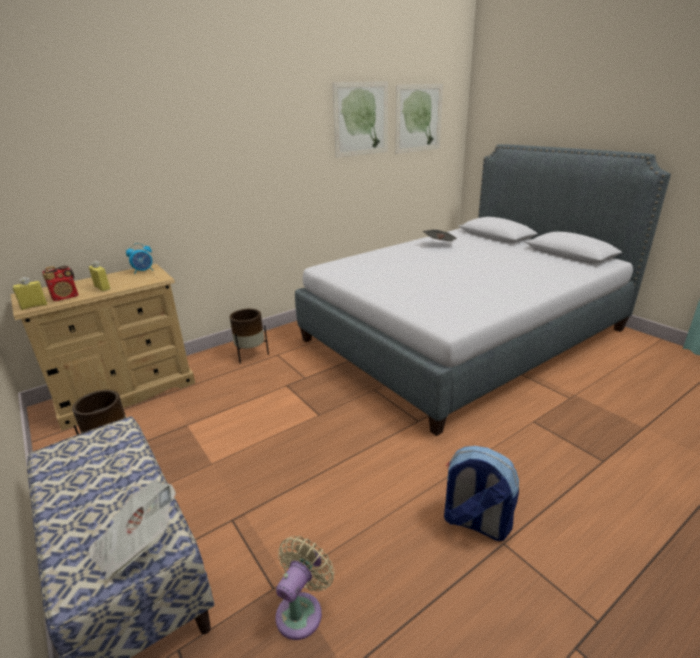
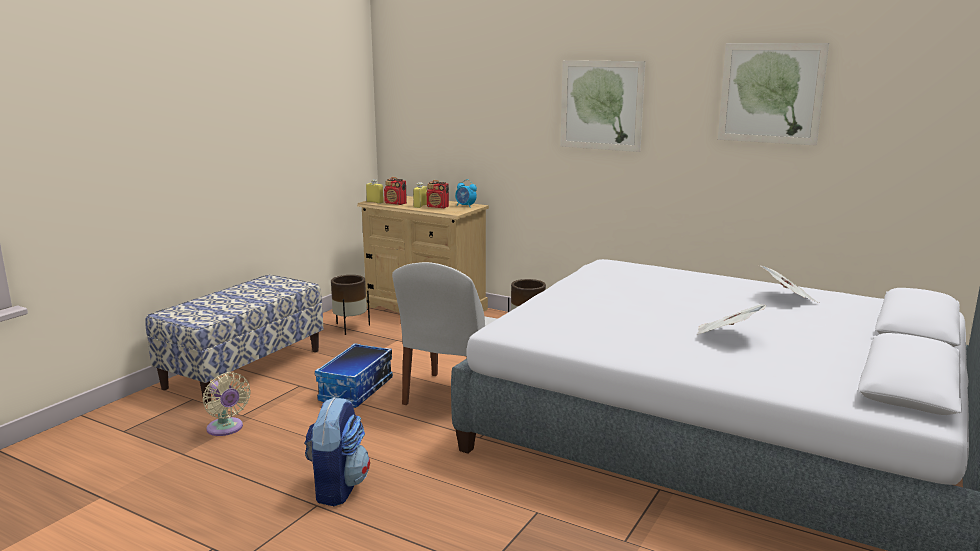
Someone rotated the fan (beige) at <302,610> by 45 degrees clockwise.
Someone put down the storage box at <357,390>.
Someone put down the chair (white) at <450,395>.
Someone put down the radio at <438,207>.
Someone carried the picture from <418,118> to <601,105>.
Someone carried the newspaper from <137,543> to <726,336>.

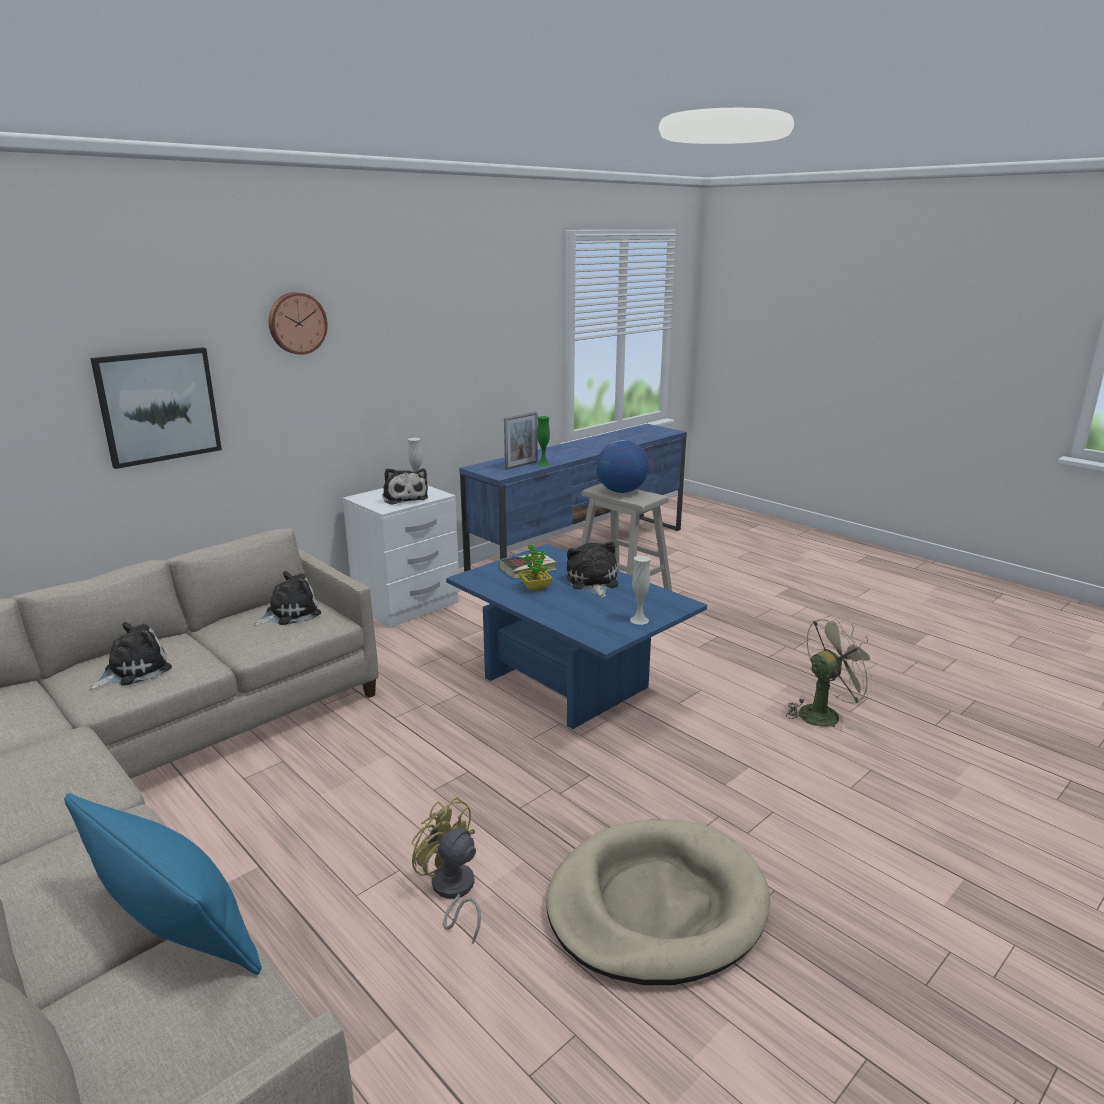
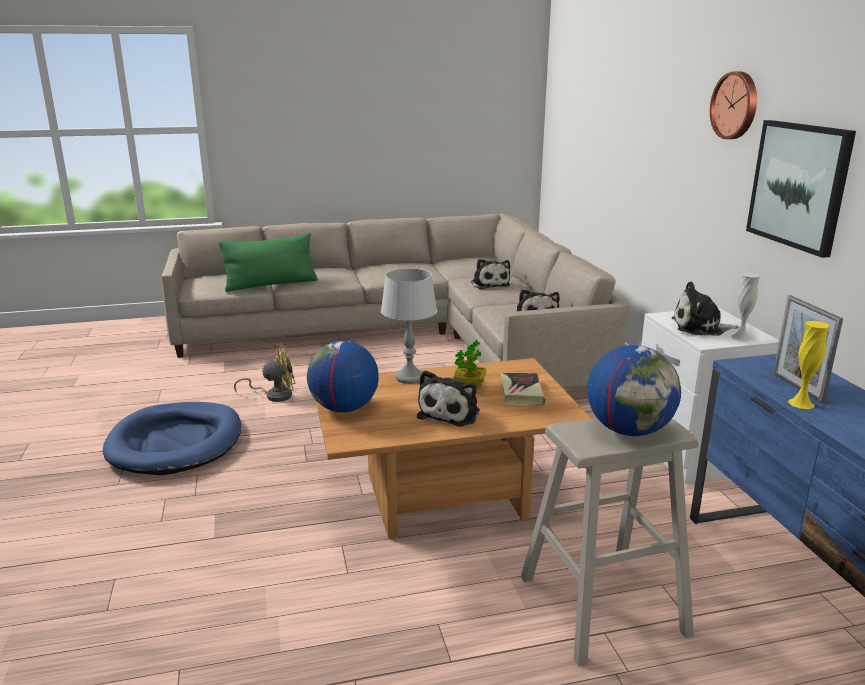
Someone repainted the dog bed (beige) at <656,905>, which became the dog bed (blue) at <176,443>.
Someone repainted the pillow (blue) at <174,924>, which became the pillow (green) at <271,284>.
Someone swapped the vase (white) at <639,620> for the globe at <344,408>.
Someone repainted the coffee table (blue) at <571,681>, which became the coffee table (brown) at <444,498>.
Someone put down the table lamp (grey) at <410,377>.
Someone rotated the plush toy at <592,582> by 90 degrees clockwise.
Someone carried the picture from <158,406> to <799,185>.
Someone repainted the vase (green) at <543,464>, which became the vase (yellow) at <801,403>.
Someone took away the fan (beige) at <825,713>.

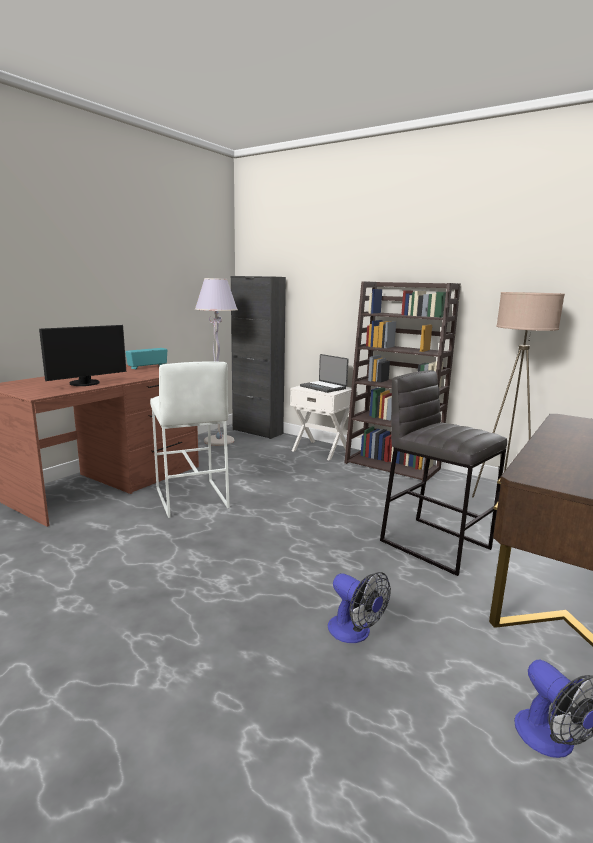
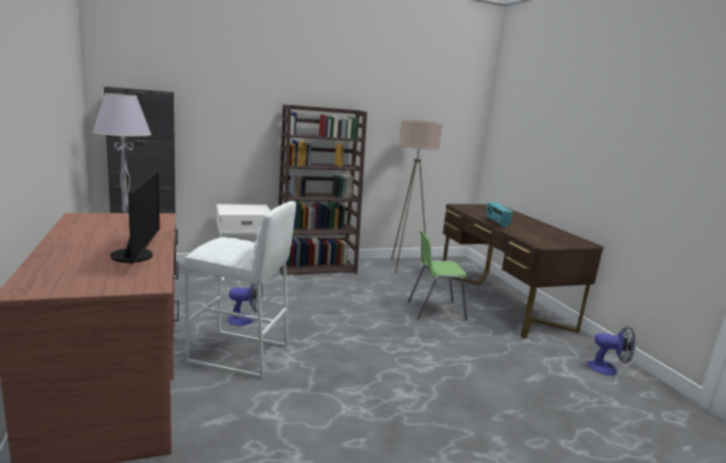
Someone carried the fan from <355,633> to <246,320>.
Someone swapped the stool (grey) at <434,544> for the chair (green) at <435,310>.
Someone carried the radio from <147,367> to <496,222>.
Someone took away the laptop at <324,387>.

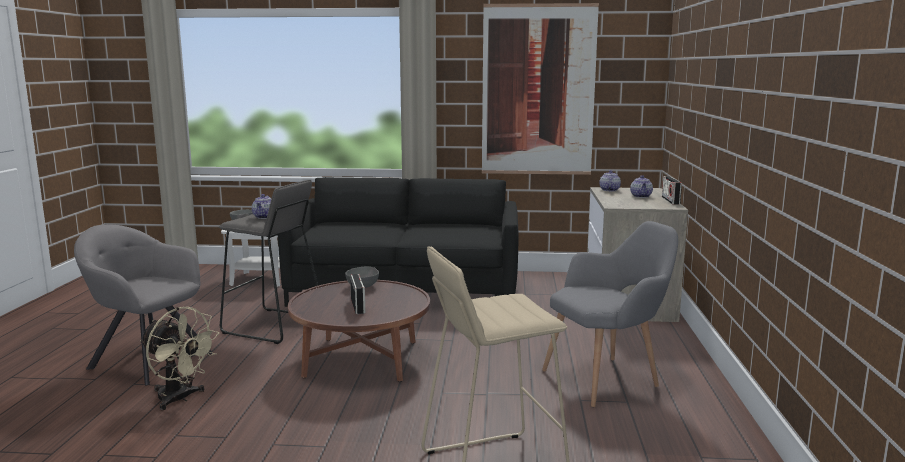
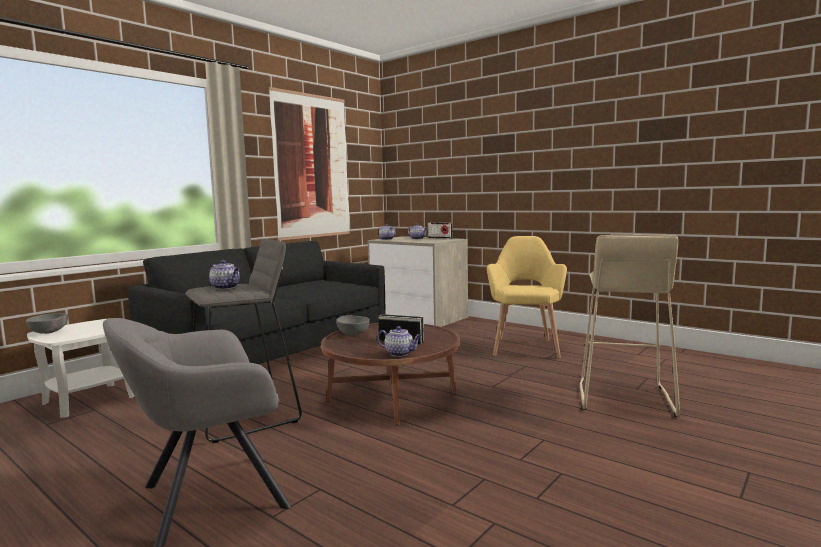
Someone put down the teapot at <400,353>.
Someone repainted the armchair (grey) at <608,379>, which became the armchair (yellow) at <525,347>.
Someone took away the fan (beige) at <180,399>.

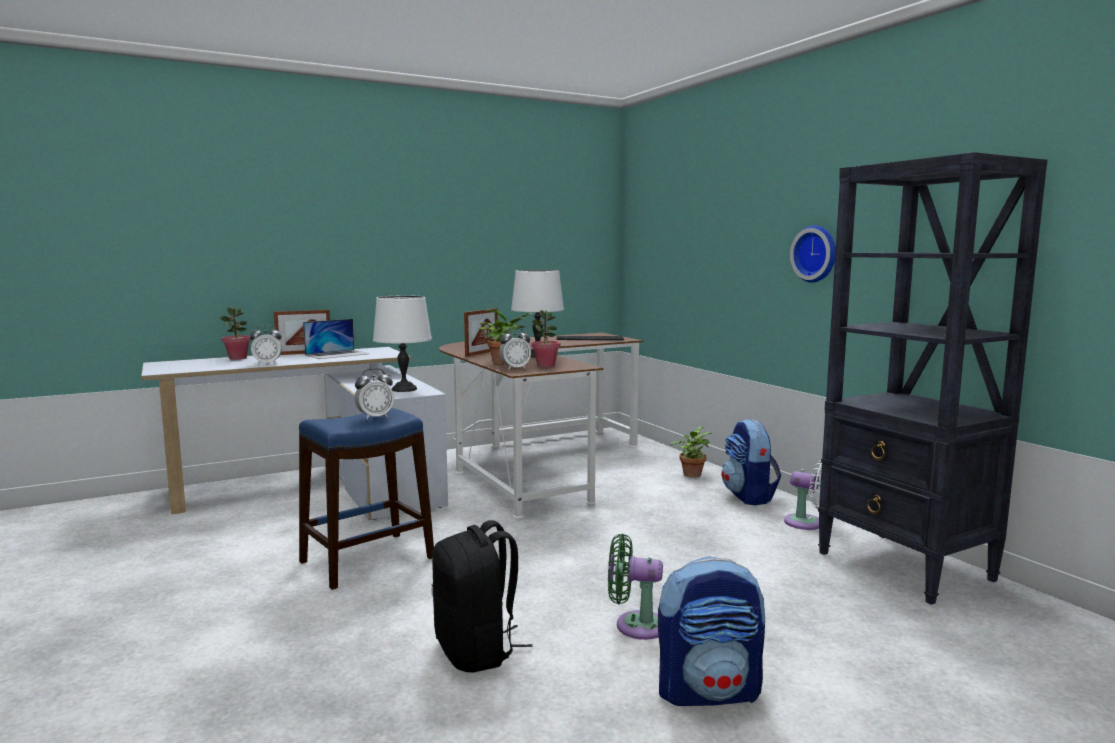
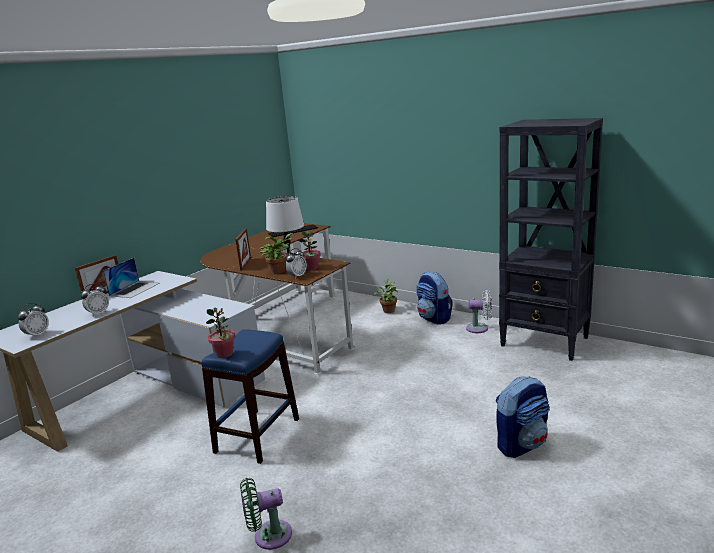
Someone carried the alarm clock from <375,417> to <37,335>.
Someone carried the potted plant from <238,358> to <224,354>.
Someone carried the fan (green) from <635,625> to <268,536>.
Someone took away the table lamp (white) at <404,389>.
Someone took away the backpack (black) at <477,651>.
Someone took away the wall clock at <816,254>.

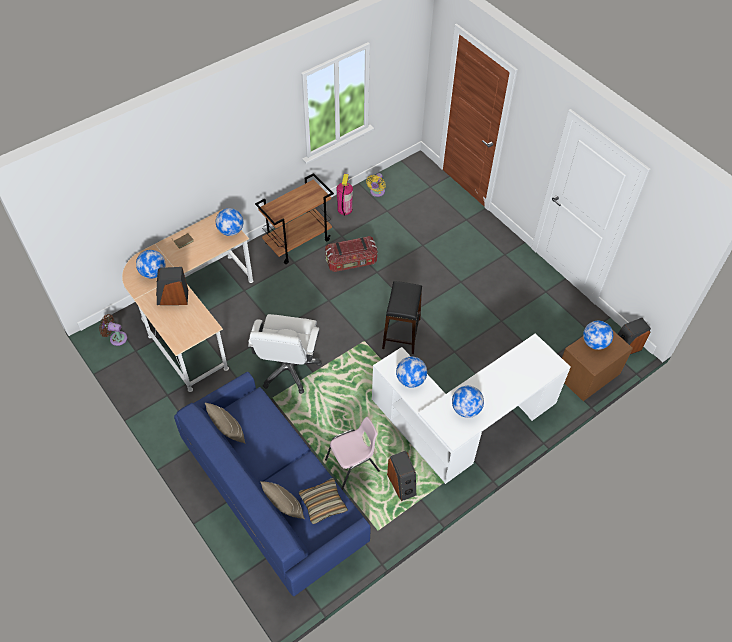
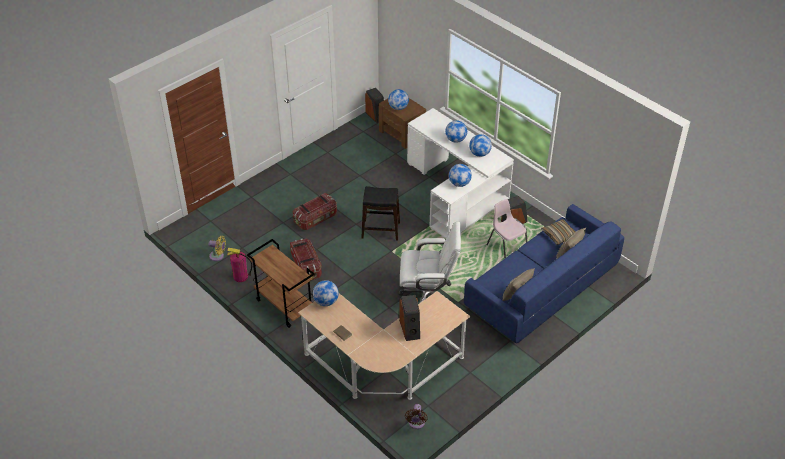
Someone put down the storage box at <316,219>.
Someone carried the globe from <153,273> to <455,140>.

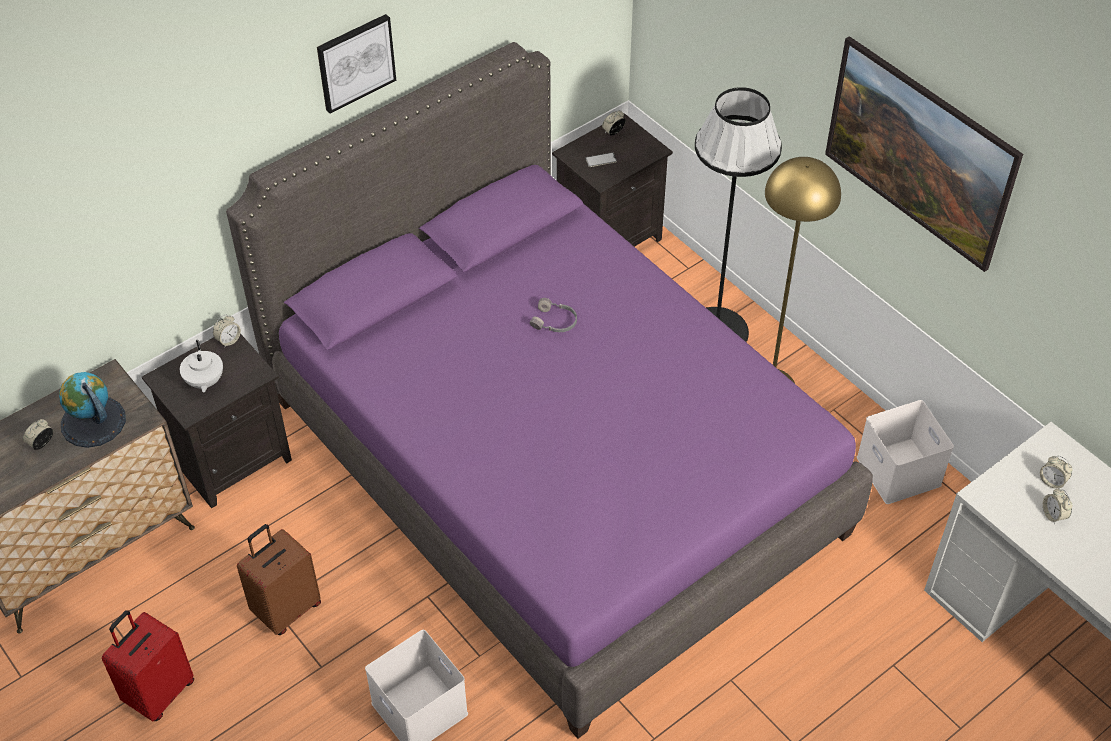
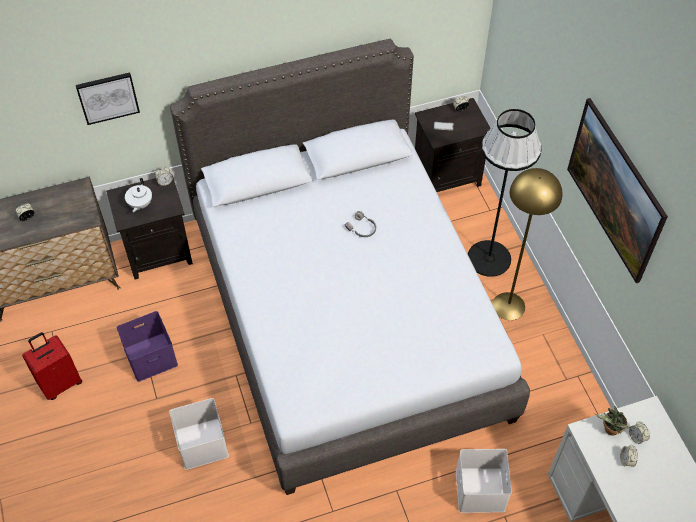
Someone carried the picture from <355,62> to <108,97>.
Someone swapped the suitcase (brown) at <286,609> for the storage box (purple) at <151,356>.
Someone repainted the bed (purple) at <553,466>, which became the bed (grey) at <346,316>.
Someone carried the storage box (white) from <900,471> to <481,491>.
Someone put down the potted plant at <609,430>.
Someone took away the globe at <93,422>.

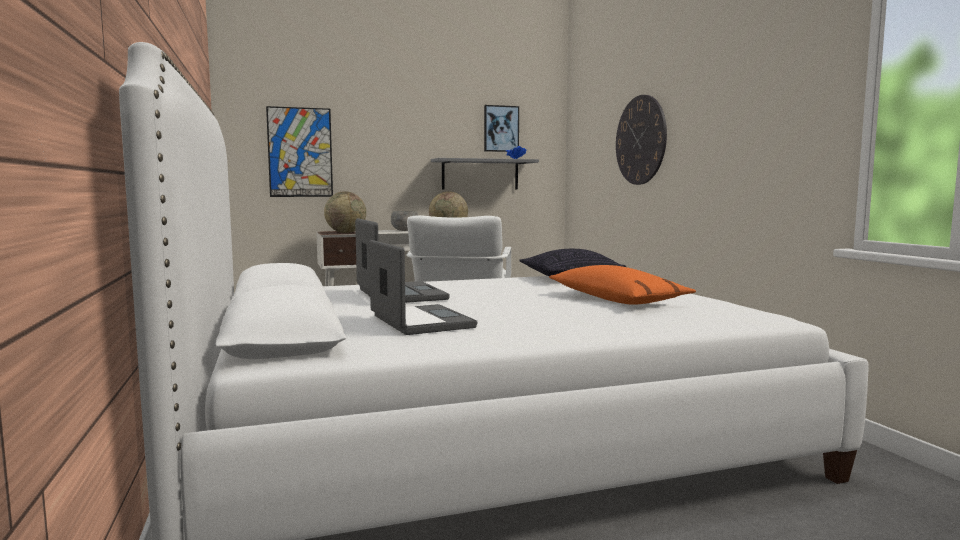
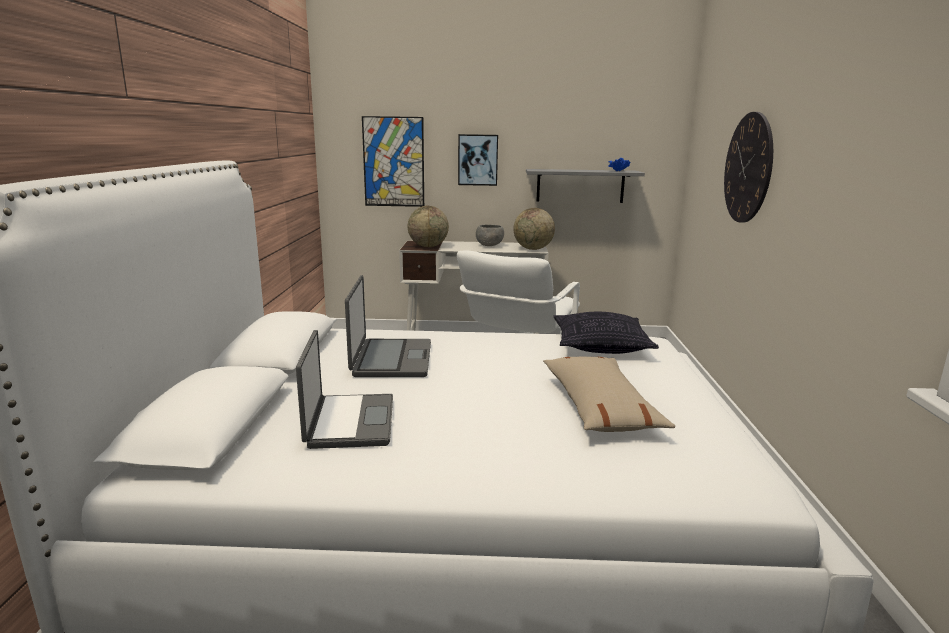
Someone carried the picture from <501,128> to <478,160>.
Someone repainted the pillow (orange) at <616,300>, which became the pillow (beige) at <599,407>.

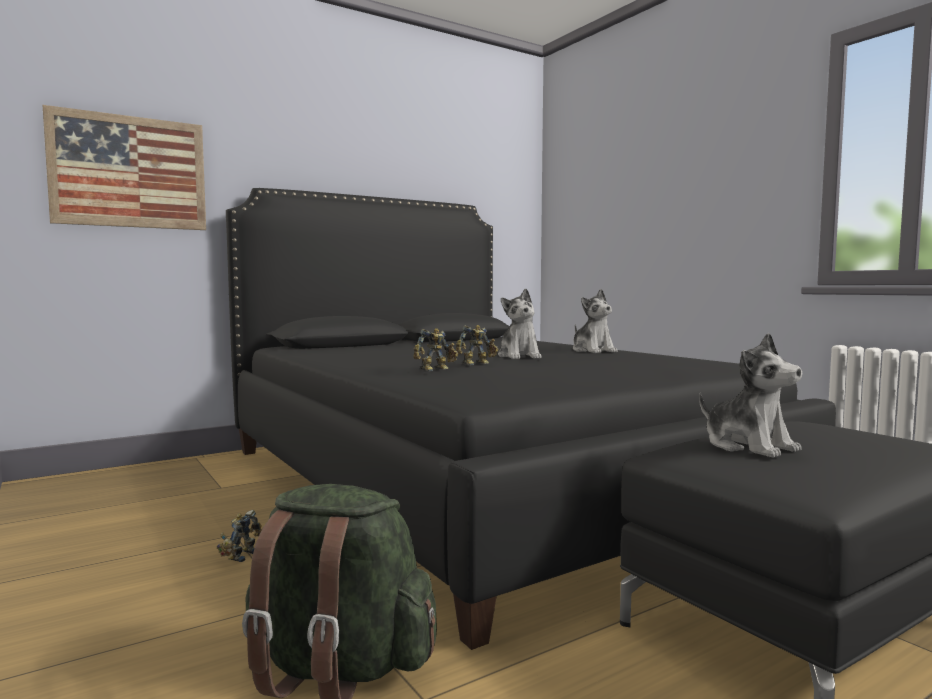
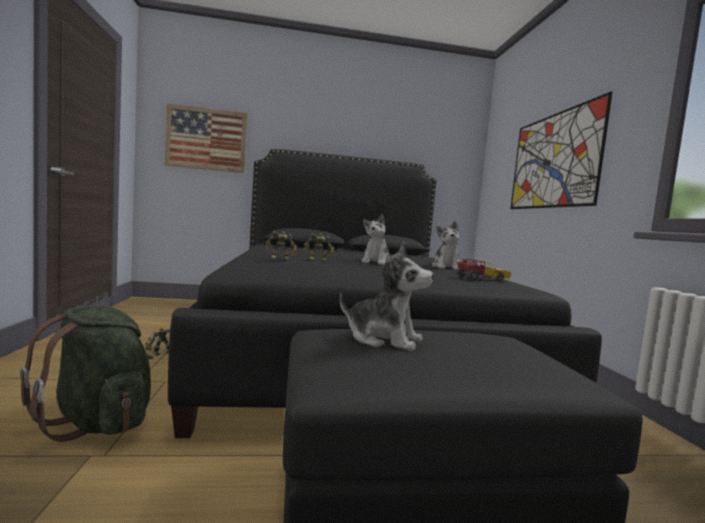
Someone rotated the plush toy at <749,446> by 60 degrees counterclockwise.
Someone put down the toy car at <481,279>.
Someone put up the picture at <553,161>.

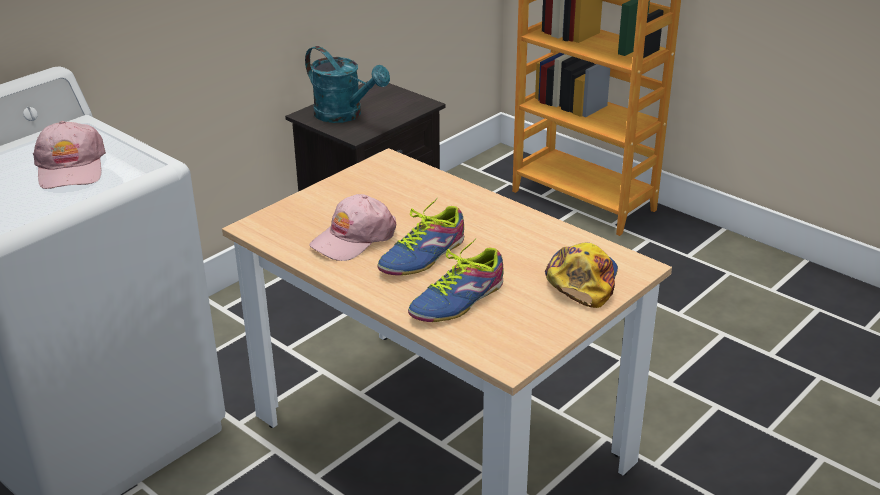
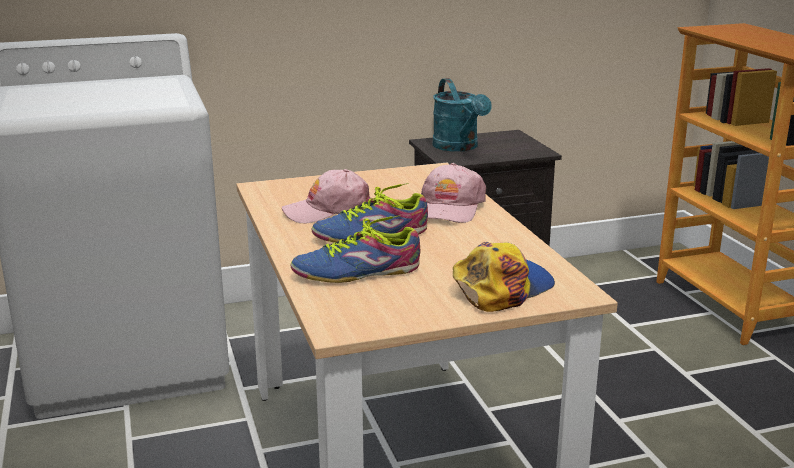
Someone carried the cap (pink) from <71,168> to <449,208>.

